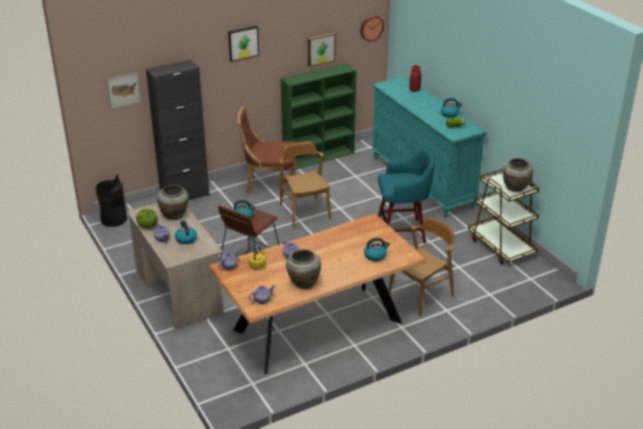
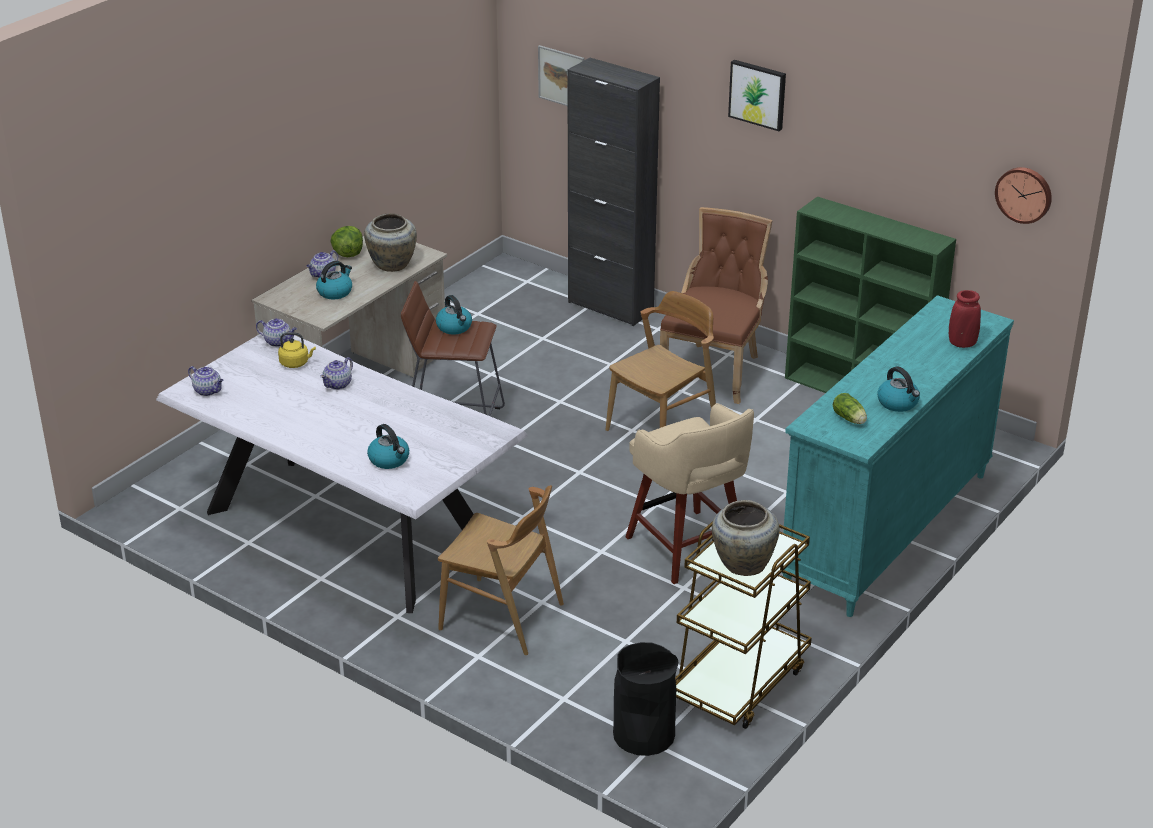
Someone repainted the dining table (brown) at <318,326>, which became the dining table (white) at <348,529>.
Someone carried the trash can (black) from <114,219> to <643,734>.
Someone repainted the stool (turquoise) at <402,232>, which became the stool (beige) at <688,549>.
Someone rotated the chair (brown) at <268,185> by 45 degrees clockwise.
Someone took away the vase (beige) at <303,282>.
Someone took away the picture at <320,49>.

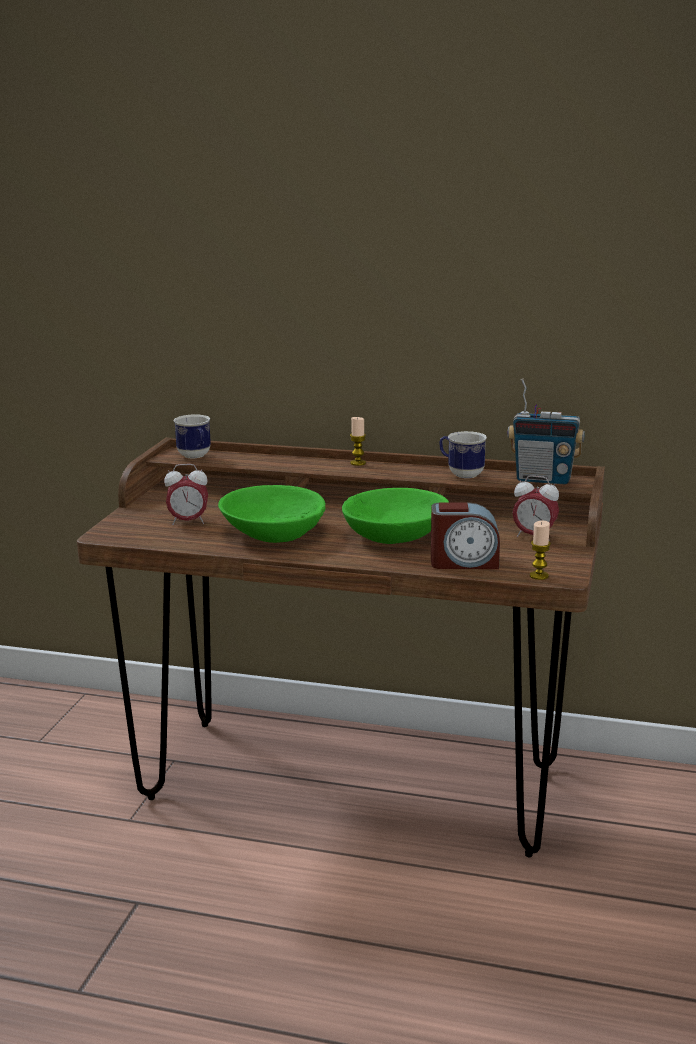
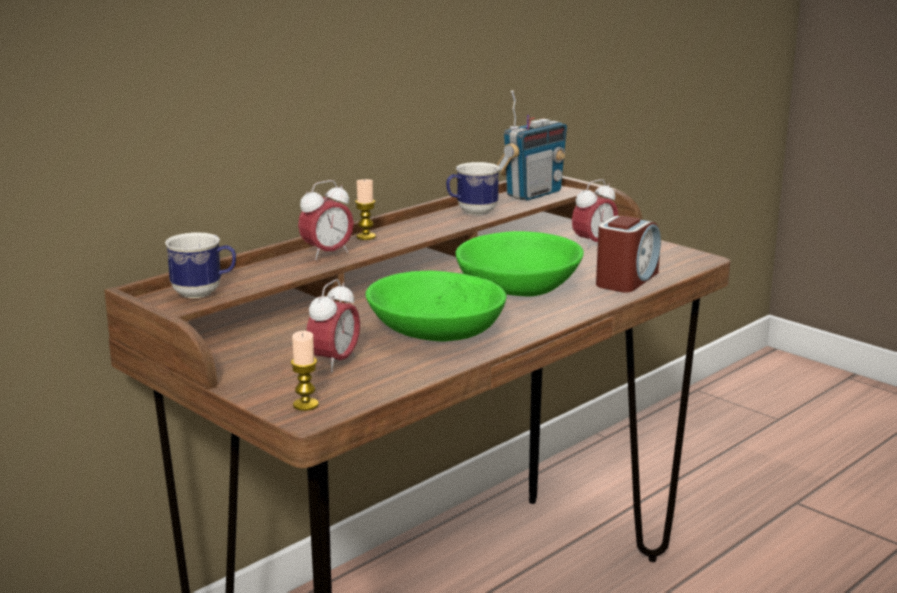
Someone carried the candle from <539,576> to <305,405>.
Someone put down the alarm clock at <327,254>.

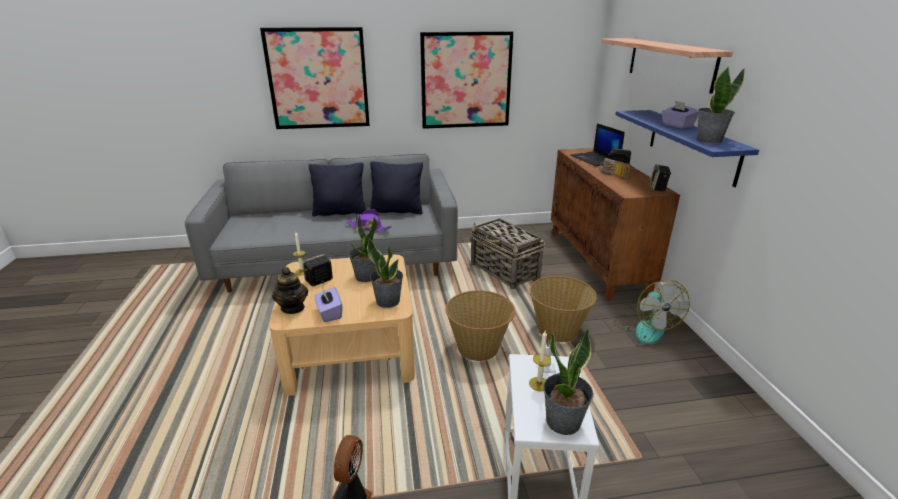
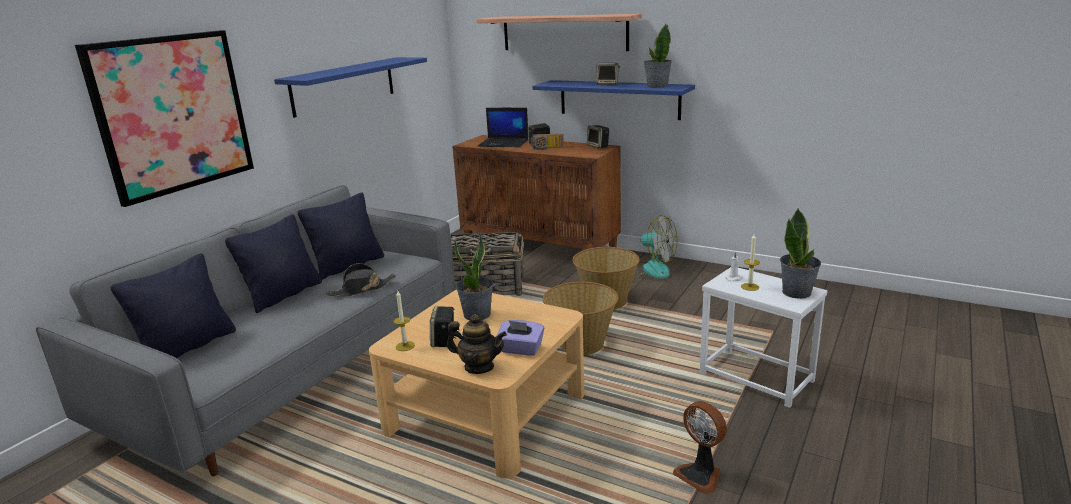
Someone put down the pillow (black) at <187,347>.
Someone swapped the picture at <466,80> for the shelf (blue) at <344,86>.
Someone repainted the hat (purple) at <368,228>, which became the hat (black) at <362,289>.
Someone swapped the tissue box (purple) at <677,125> for the speaker at <608,84>.
Someone took away the potted plant at <388,301>.

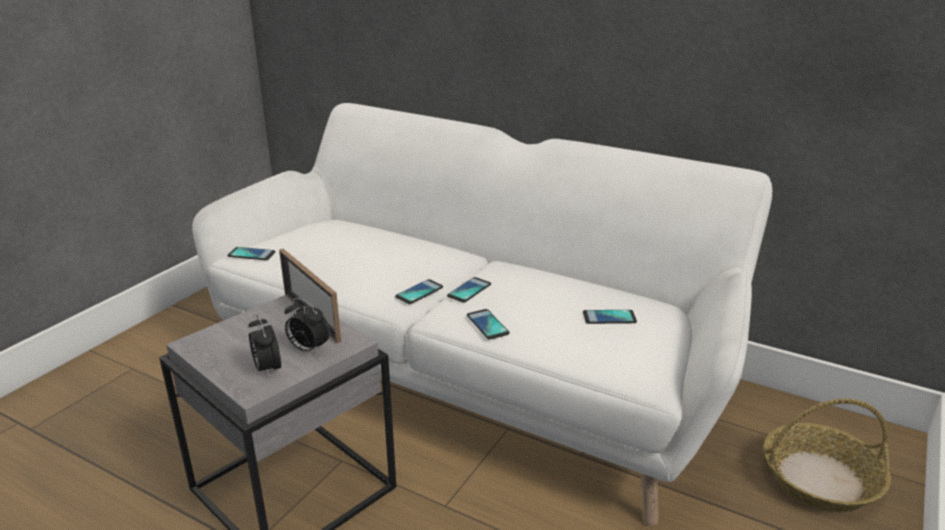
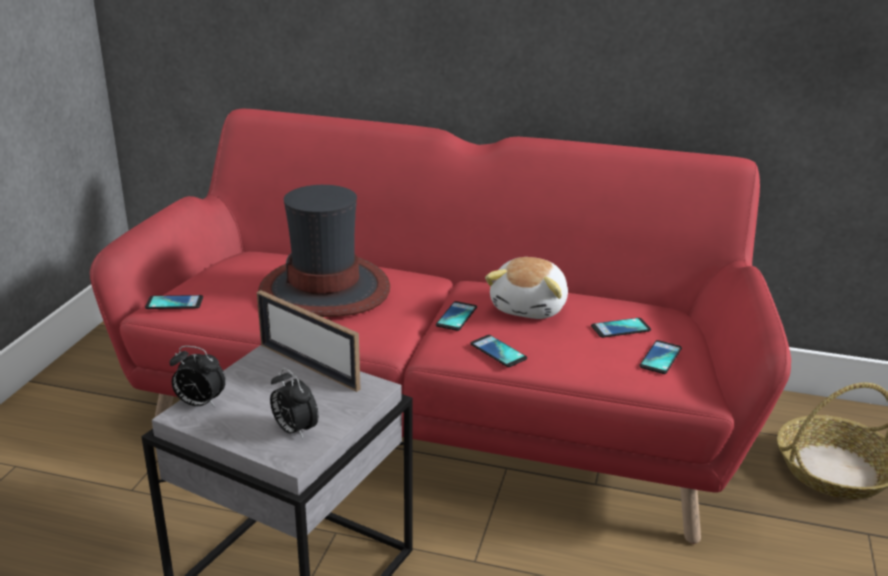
Someone repainted the sofa (white) at <472,375>, which became the sofa (red) at <441,415>.
Someone carried the alarm clock from <308,349> to <199,404>.
Someone put down the hat at <325,290>.
Someone put down the plush toy at <530,307>.
Someone carried the phone from <419,292> to <660,358>.

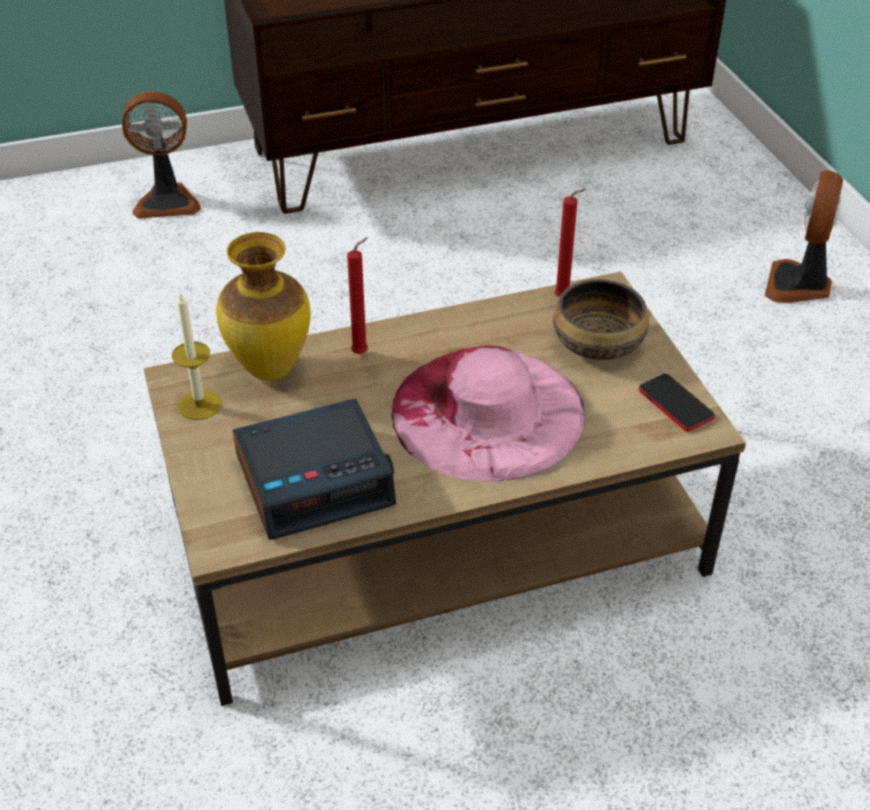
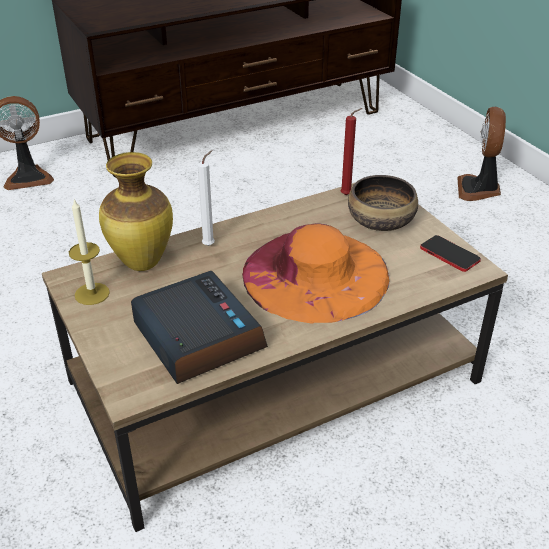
Someone rotated the alarm clock at <316,479> by 90 degrees counterclockwise.
Someone repainted the candle (red) at <362,353>, which became the candle (white) at <210,245>.
Someone repainted the hat (pink) at <487,412>, which became the hat (orange) at <315,275>.

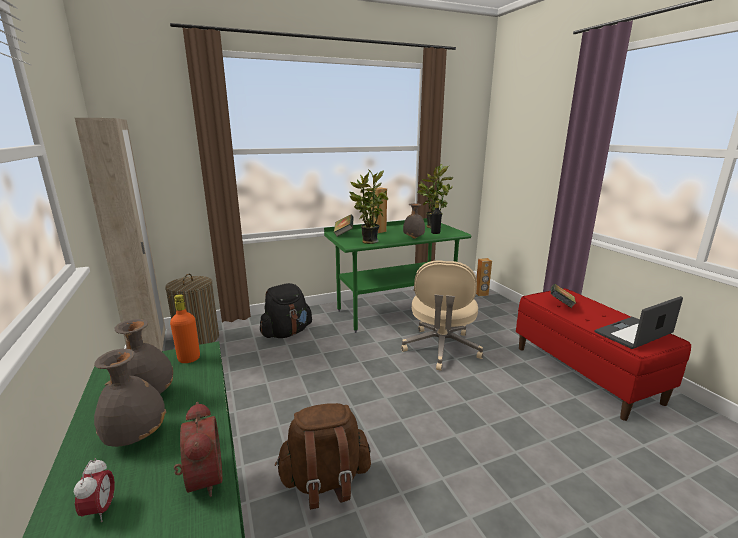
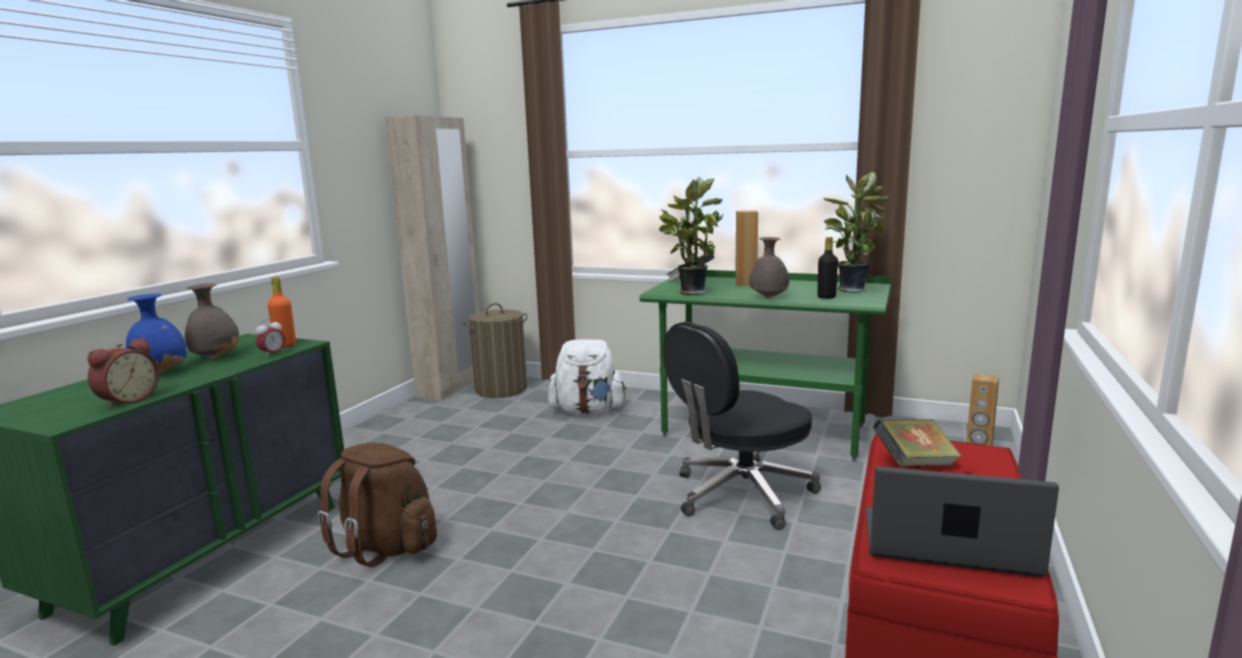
Someone repainted the vase (grey) at <136,436>, which became the vase (blue) at <162,372>.
Someone carried the alarm clock from <100,510> to <273,354>.
Someone repainted the backpack (black) at <287,333>, which became the backpack (white) at <588,411>.
Someone repainted the office chair (beige) at <441,349>, which became the office chair (black) at <740,494>.

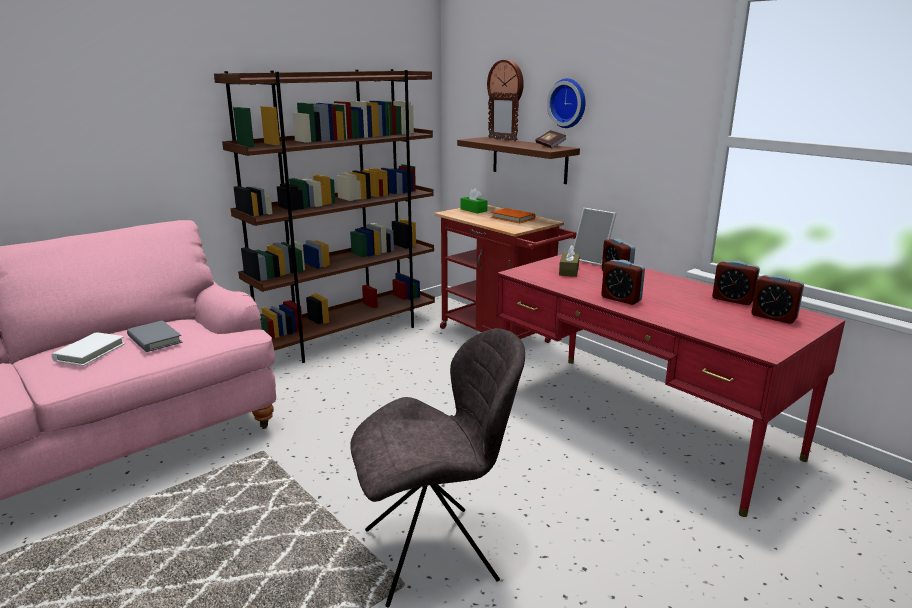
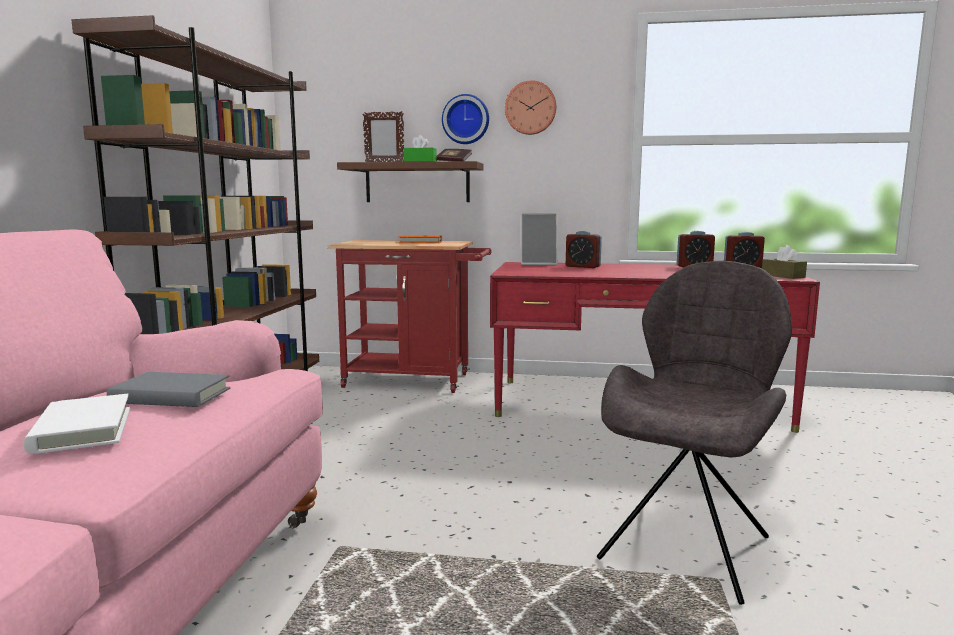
Someone carried the tissue box (green) from <473,210> to <420,161>.
Someone carried the wall clock from <506,84> to <530,108>.
Someone carried the tissue box (brown) from <569,271> to <783,276>.
Someone took away the alarm clock at <621,299>.

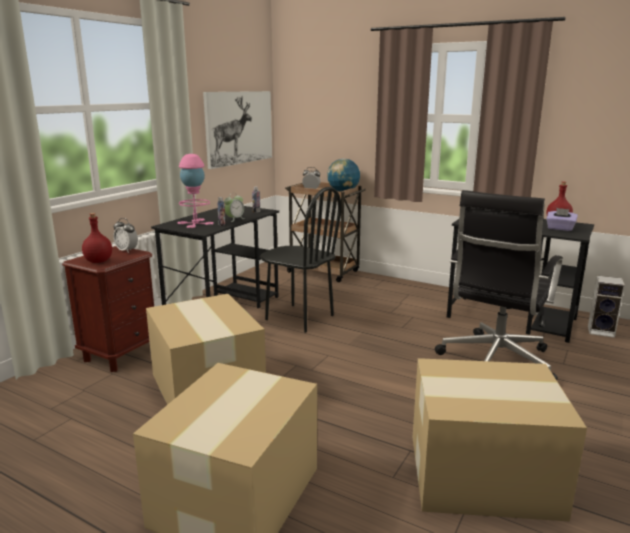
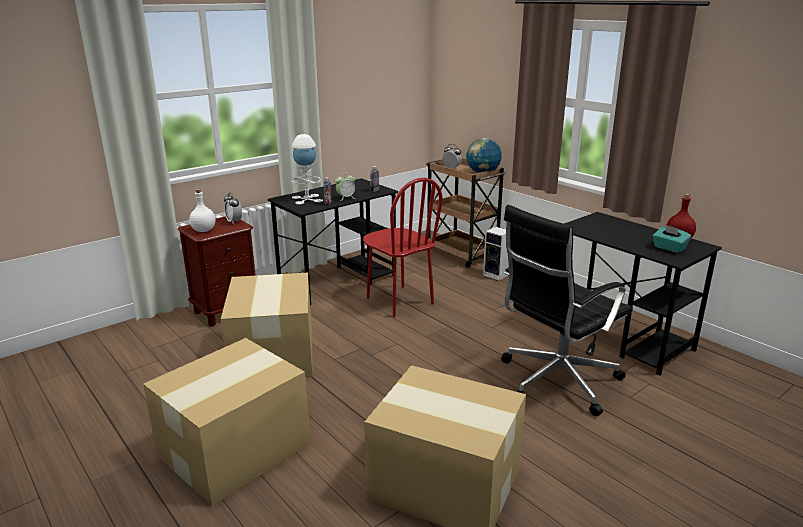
Someone repainted the bottle (red) at <98,261>, which became the bottle (white) at <203,230>.
Someone repainted the table lamp (pink) at <195,223>, which became the table lamp (white) at <307,199>.
Someone repainted the chair (black) at <299,318>, which became the chair (red) at <399,301>.
Someone carried the speaker from <602,331> to <497,275>.
Someone repainted the tissue box (purple) at <560,228>, which became the tissue box (turquoise) at <669,248>.
Someone took away the picture at <239,127>.

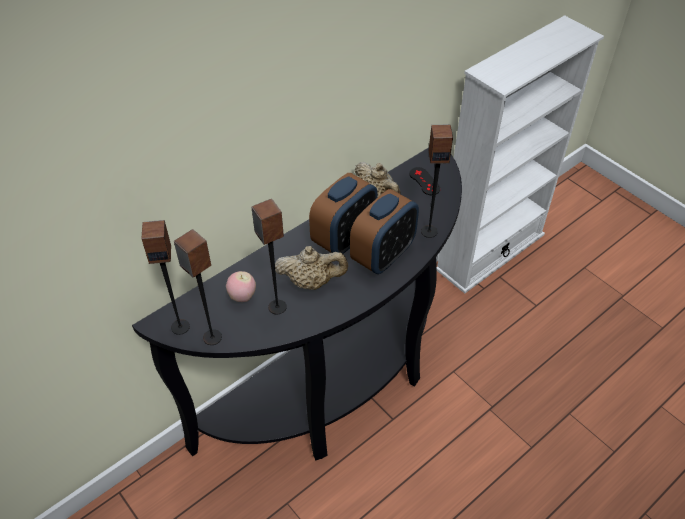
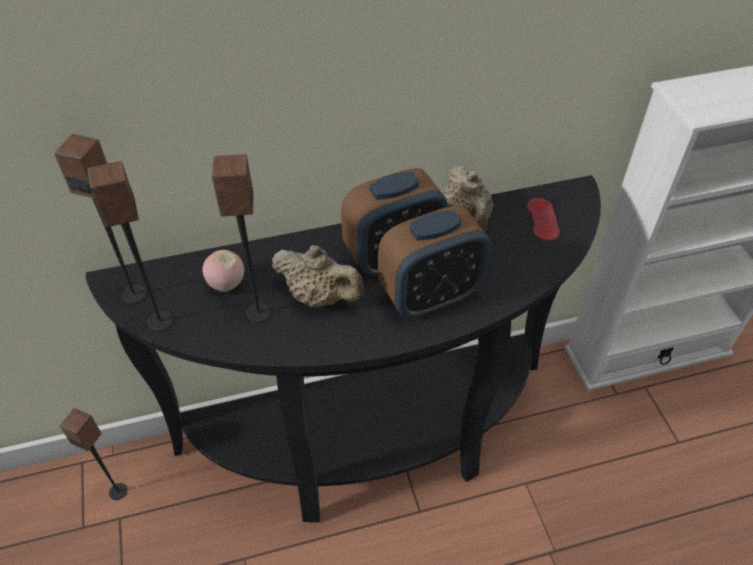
Someone carried the speaker from <429,231> to <118,491>.
Someone repainted the game controller (black) at <424,181>, which became the game controller (red) at <542,219>.

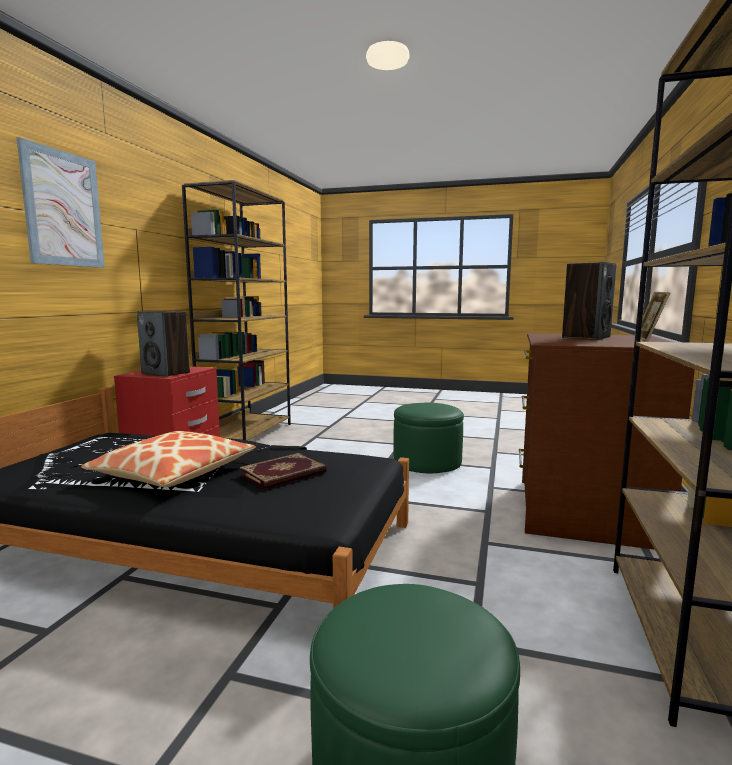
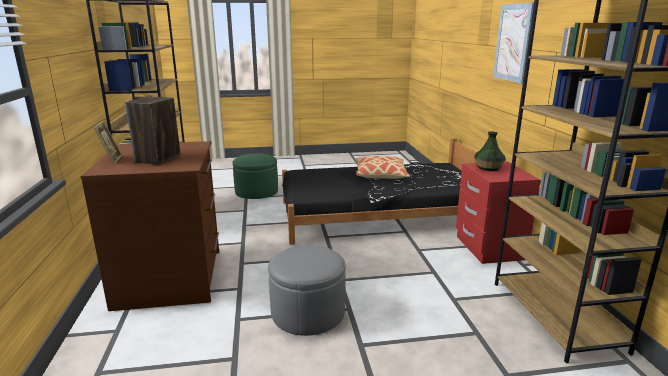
Someone repainted the ottoman (green) at <427,462>, which became the ottoman (grey) at <308,312>.
Someone swapped the speaker at <166,373> for the vase at <488,168>.
Someone took away the book at <283,475>.

